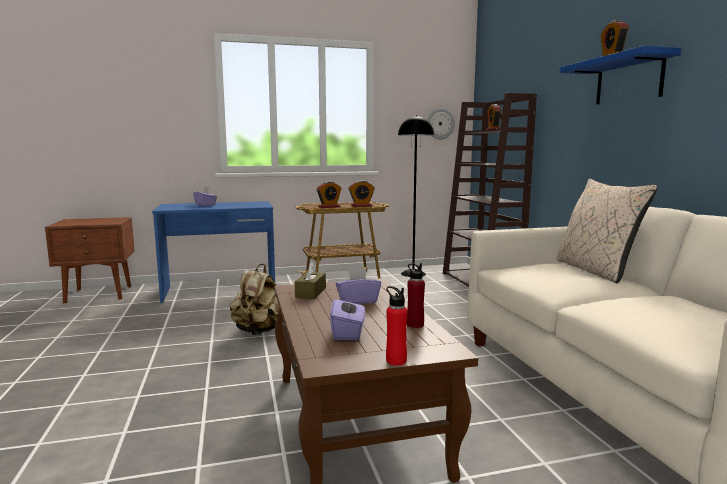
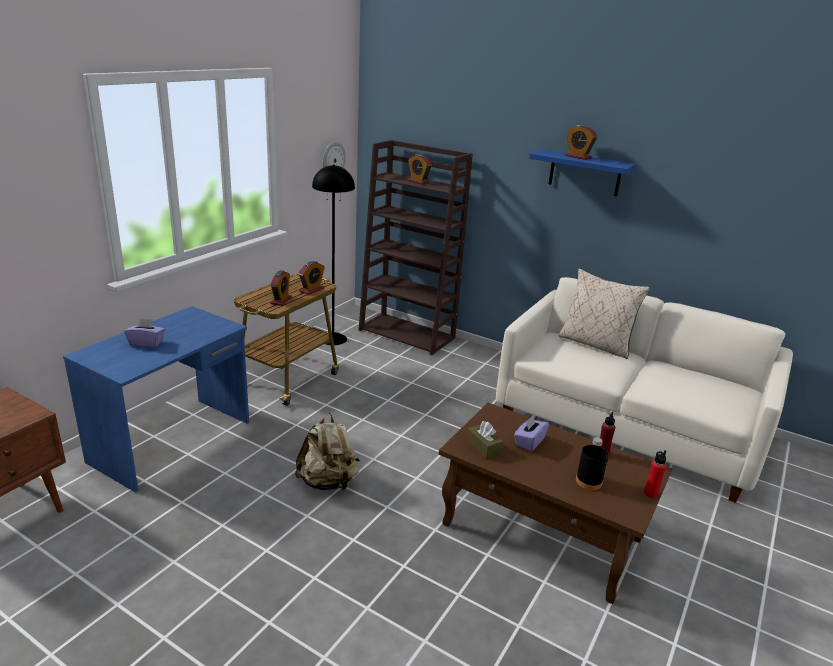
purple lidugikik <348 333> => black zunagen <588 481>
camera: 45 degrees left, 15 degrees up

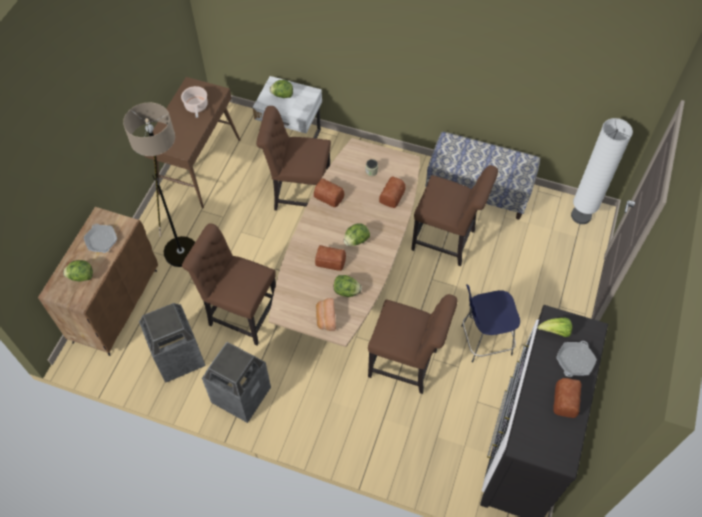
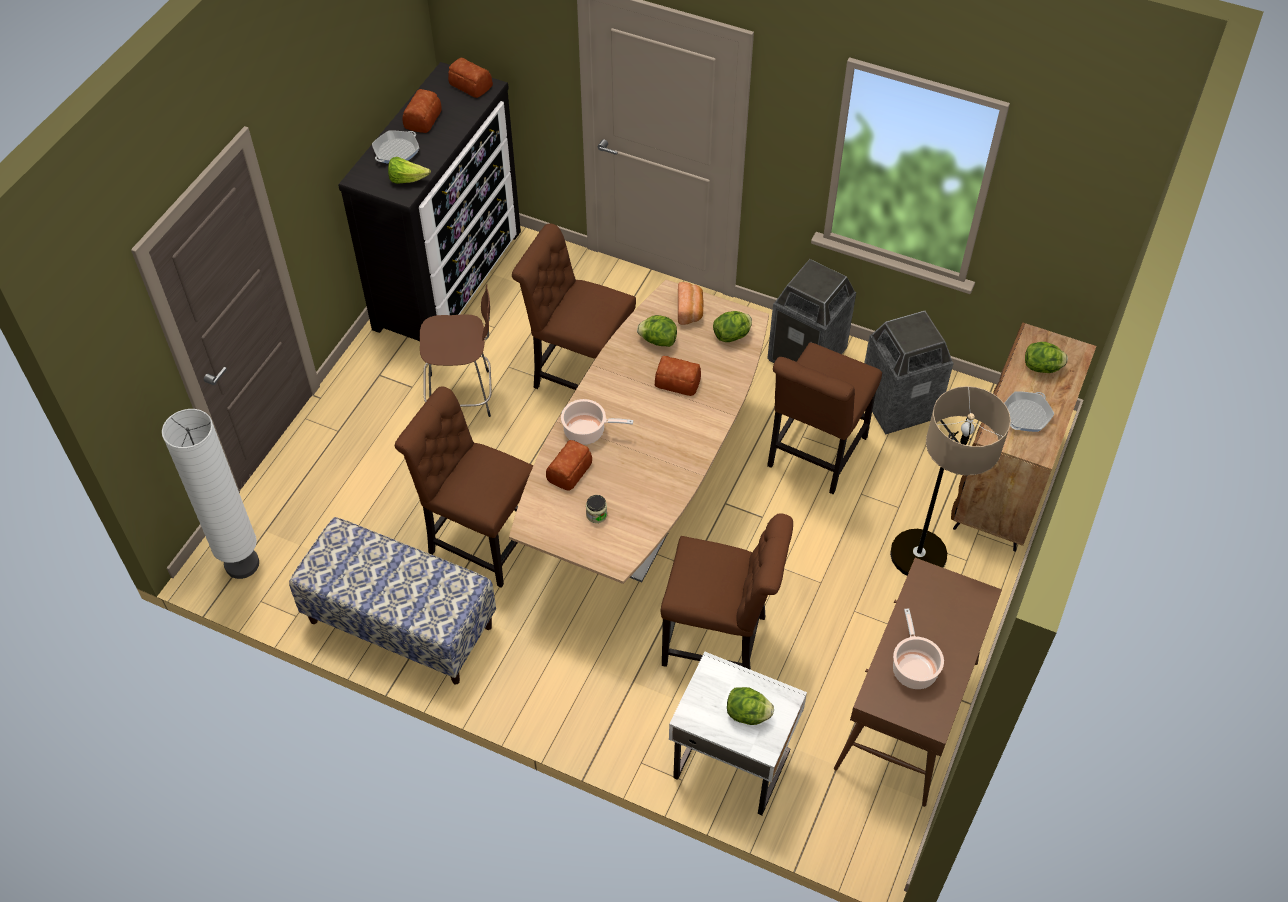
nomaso <101 240> => nomaso <1026 415>, 60 degrees clockwise
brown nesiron <240 313> => brown nesiron <814 455>, 90 degrees clockwise
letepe <328 195> => letepe <471 85>, moved
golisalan <356 240> => golisalan <732 335>, moved
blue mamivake <484 340> => brown mamivake <463 395>
nothing => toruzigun <587 431>
camera: 175 degrees left, 5 degrees down

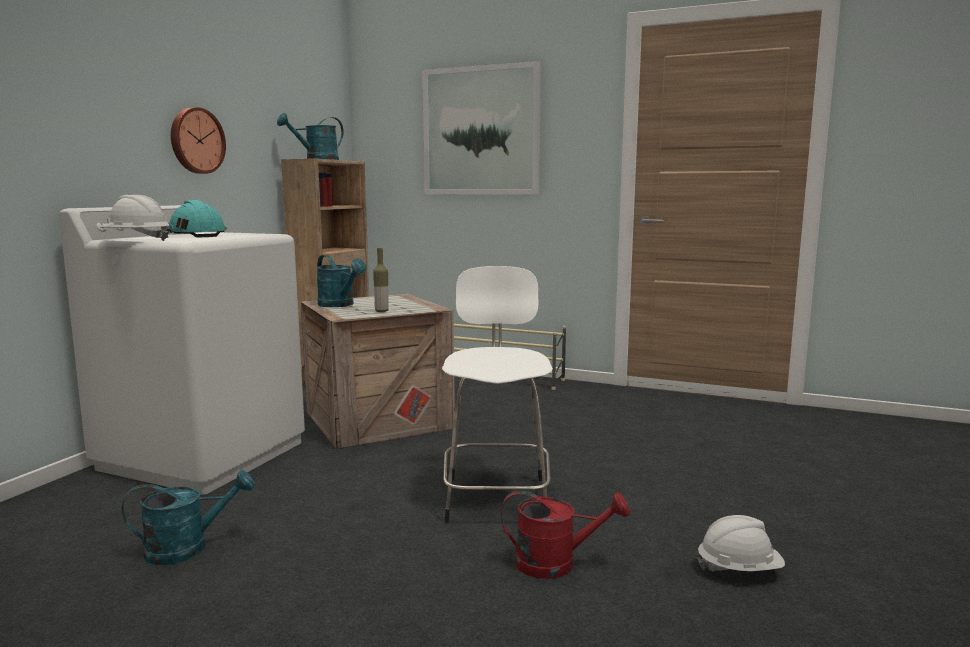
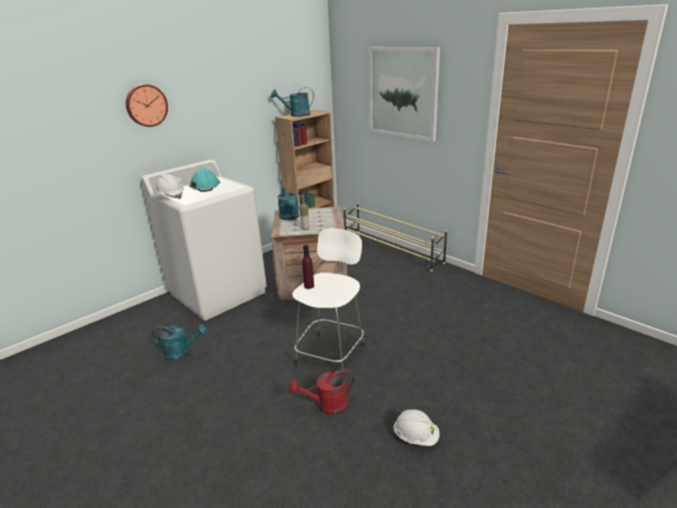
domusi <196 141> => domusi <146 105>, moved
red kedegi <556 563> => red kedegi <327 406>, 135 degrees clockwise
nothing => purple zunagen <309 286>
camera: 25 degrees right, 15 degrees up

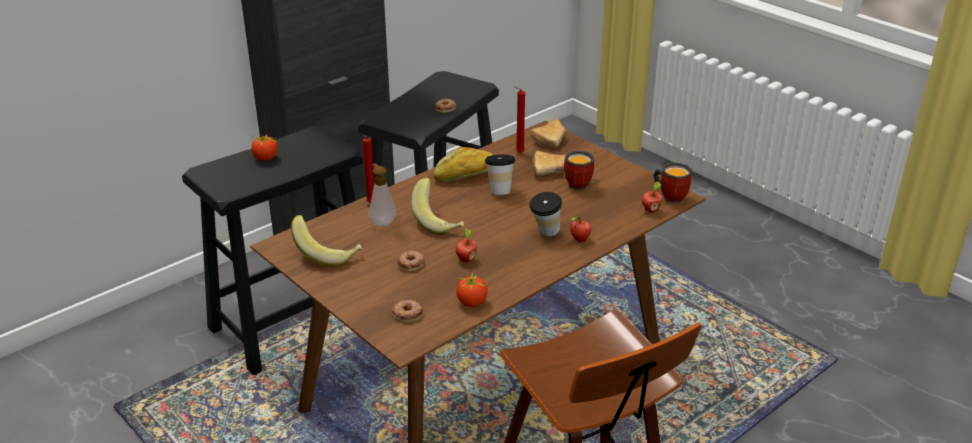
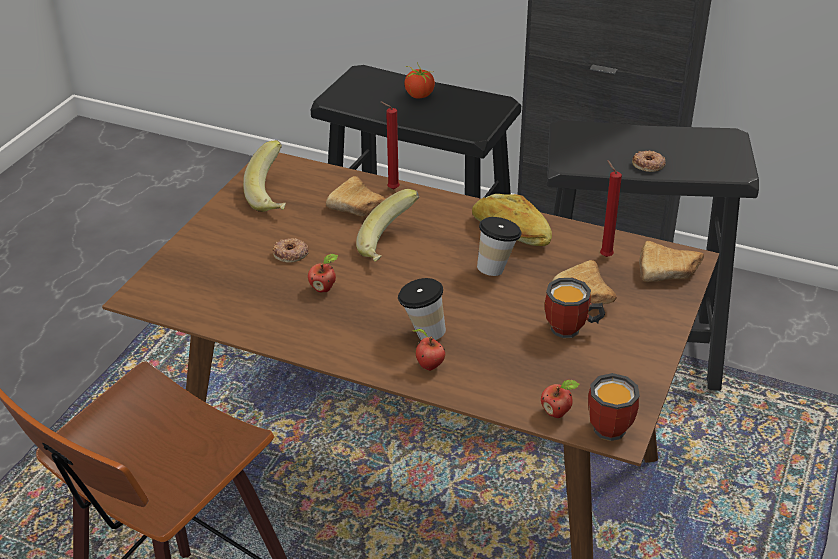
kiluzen <382 222> => letepe <359 209>
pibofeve <407 313> => nothing
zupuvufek <472 303> => nothing
camera: 65 degrees right, 5 degrees up

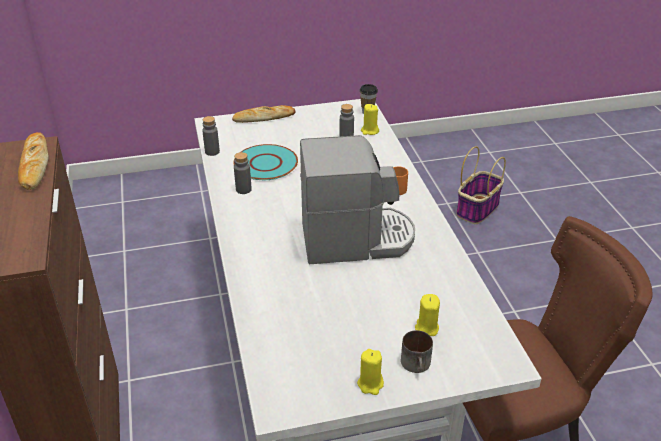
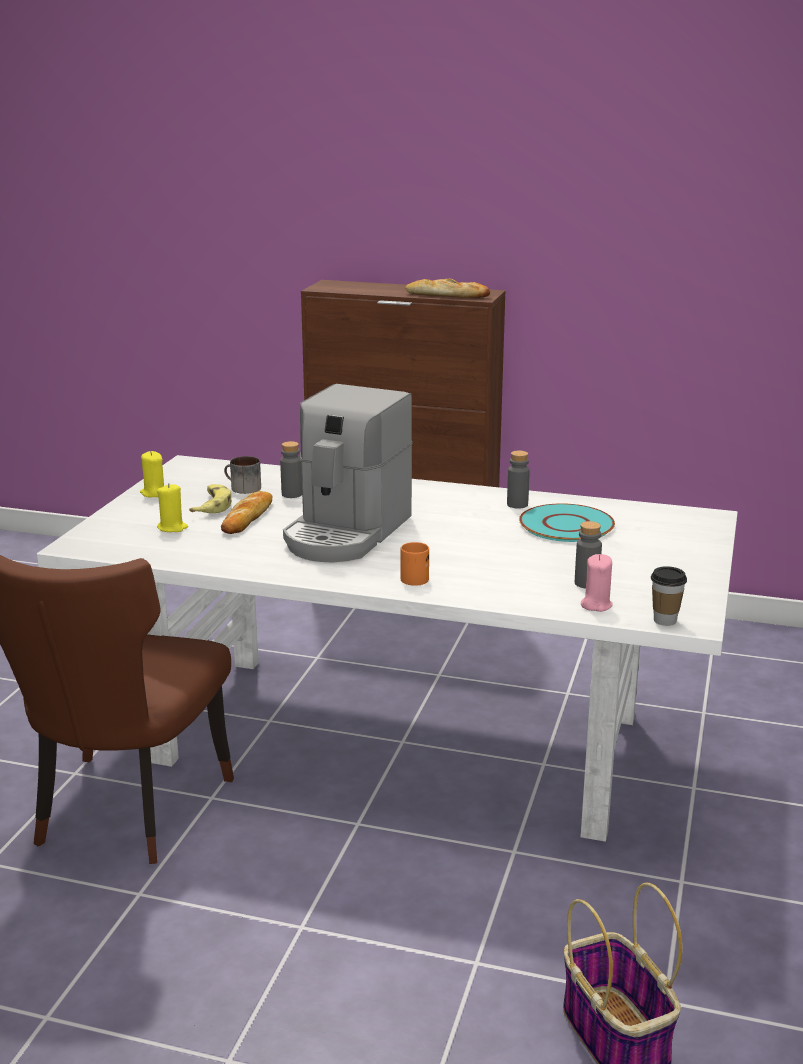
grey zunagen <212 152> => grey zunagen <292 494>, moved
letepe <264 117> => letepe <248 517>, moved
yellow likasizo <369 131> => pink likasizo <596 605>
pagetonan <417 365> => pagetonan <242 488>, moved
nothing => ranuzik <211 506>
camera: 120 degrees right, 15 degrees down

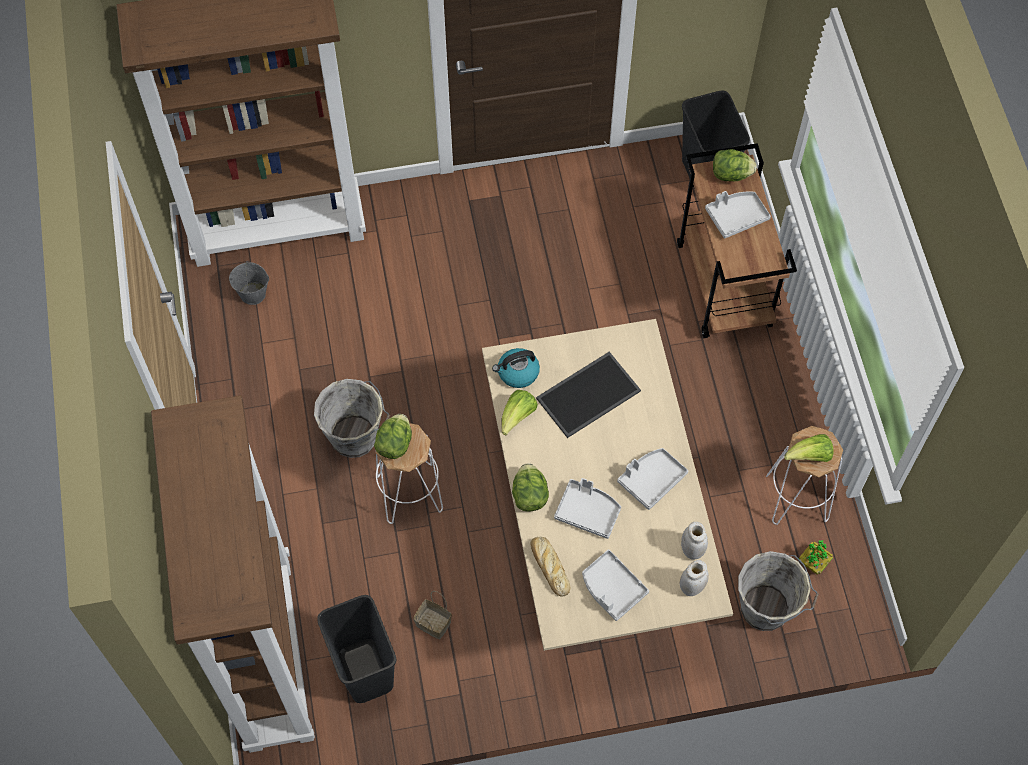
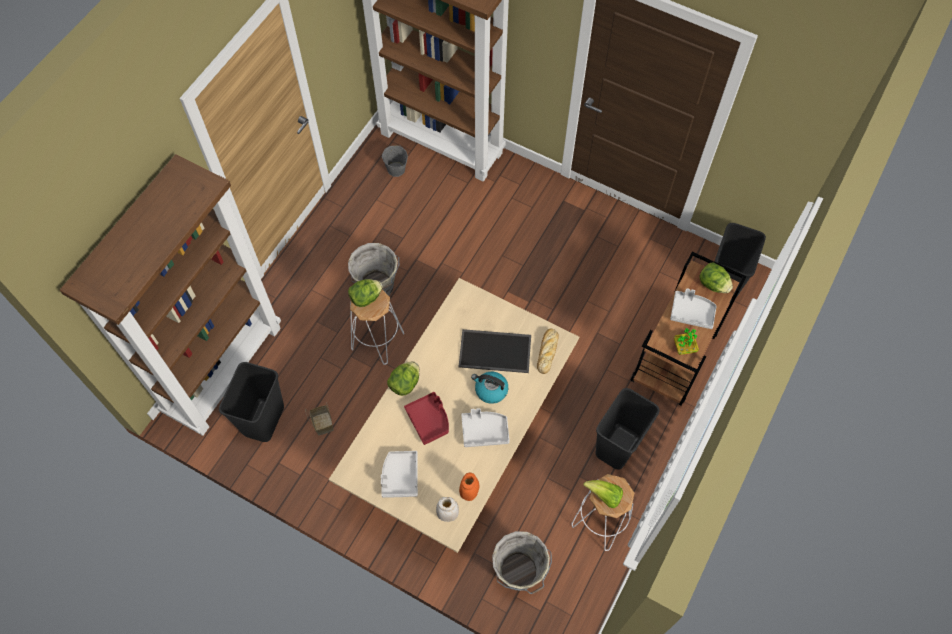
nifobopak <517 373> => nifobopak <490 390>, moved
golisalan <517 417> => nothing
letepe <549 566> => letepe <547 351>, moved
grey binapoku <588 512> => red binapoku <429 420>
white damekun <692 550> => orange damekun <469 492>
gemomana <814 562> => gemomana <684 347>, moved
nothing => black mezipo <618 447>
camera: 40 degrees right, 0 degrees up

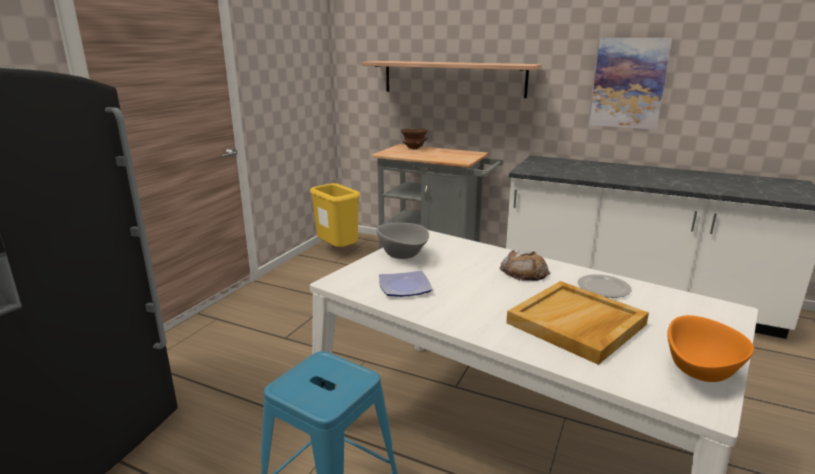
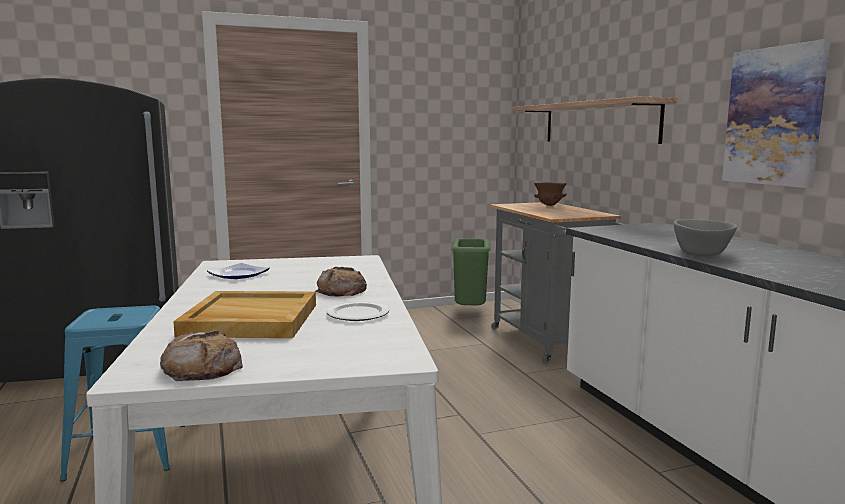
yellow mezipo <338 251> => green mezipo <470 313>
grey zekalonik <404 256> => grey zekalonik <701 255>, moved
orange zekalonik <698 374> => letepe <202 367>
camera: 45 degrees right, 10 degrees down

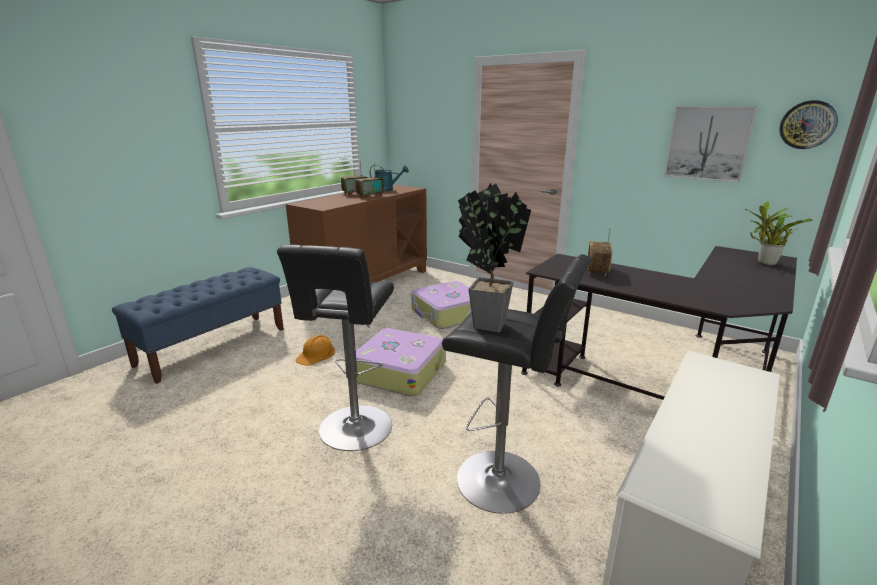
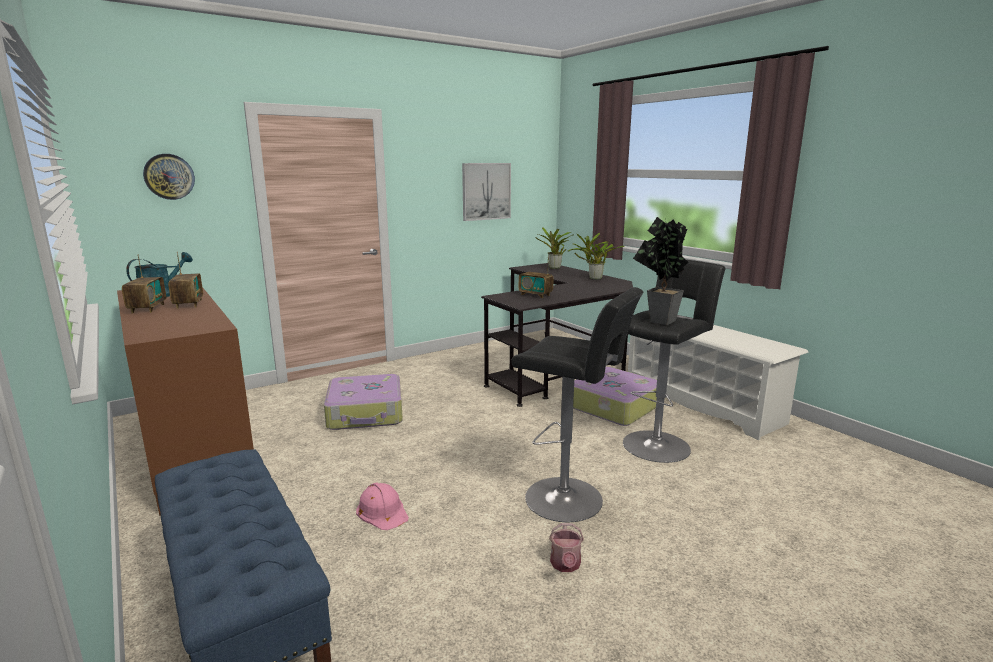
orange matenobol <316 354> => pink matenobol <382 511>
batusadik <399 371> => batusadik <612 406>, moved
domusi <807 125> => domusi <169 176>, moved
nothing => kedegi <565 565>
nothing => gemomana <593 278>
camera: 70 degrees left, 5 degrees down

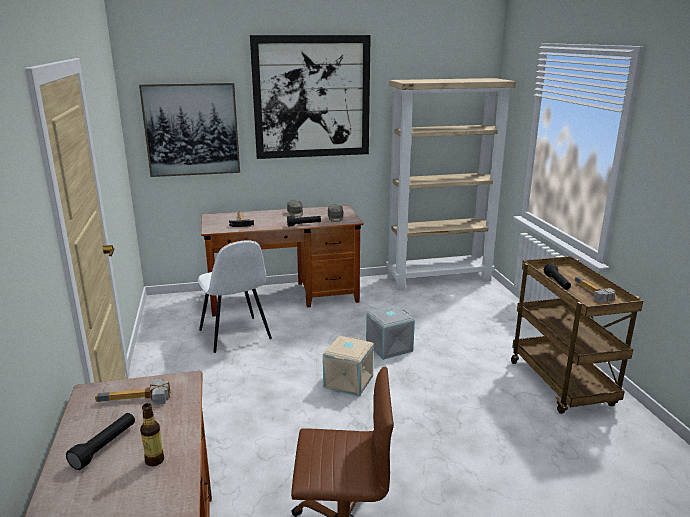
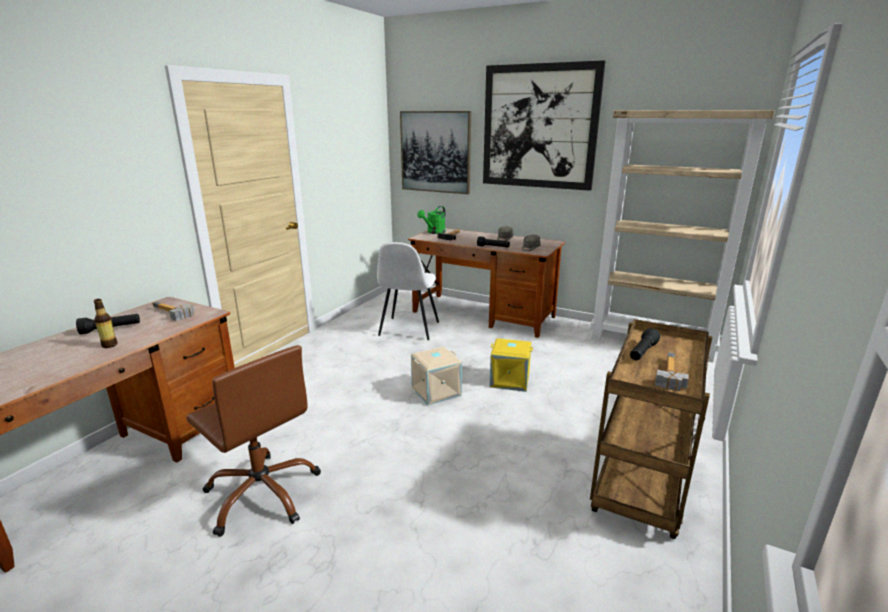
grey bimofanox <389 348> => yellow bimofanox <509 380>
nothing => green kedegi <434 232>
camera: 40 degrees right, 0 degrees up

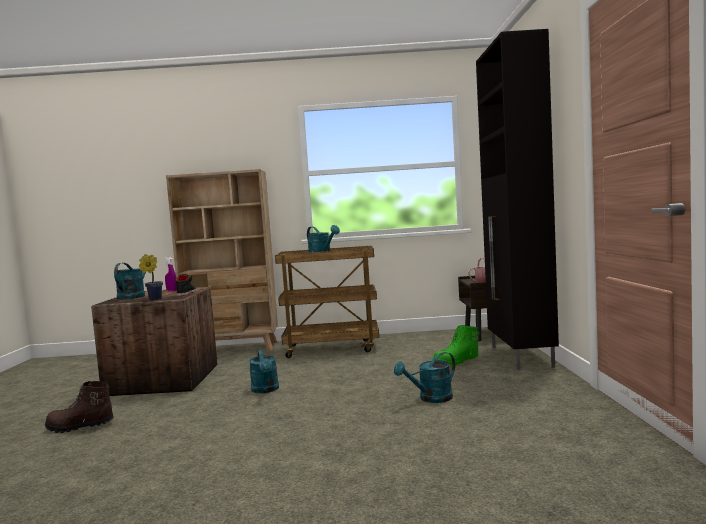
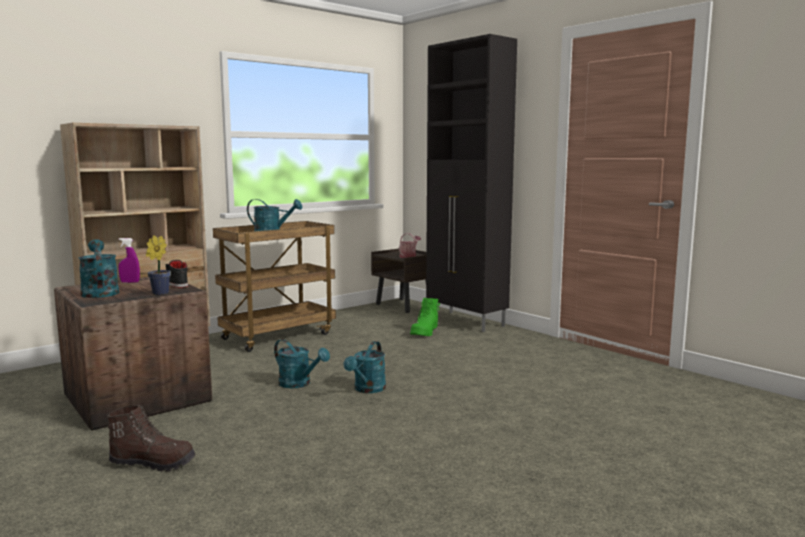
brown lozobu <79 427> => brown lozobu <153 463>, 135 degrees counterclockwise
turquoise kedegi <431 399> => turquoise kedegi <367 389>, moved
camera: 40 degrees left, 5 degrees up

